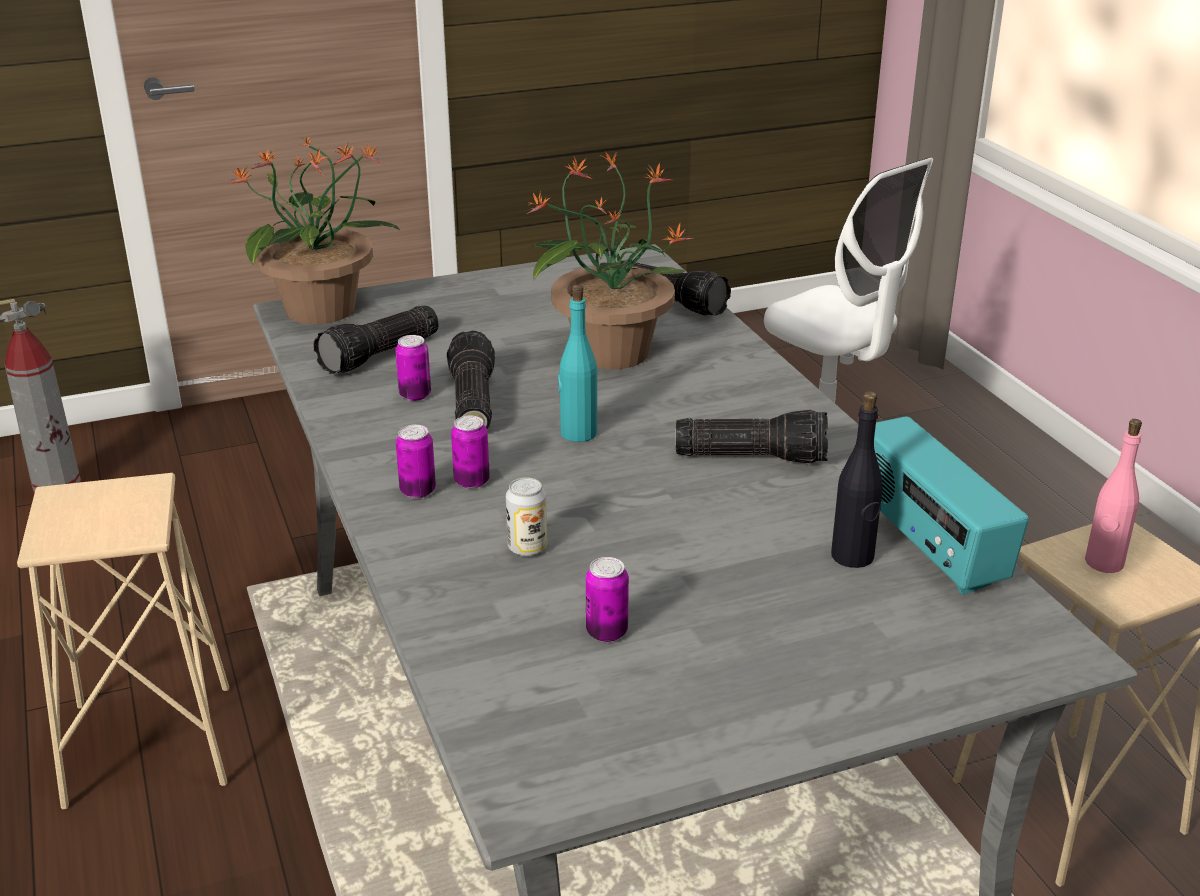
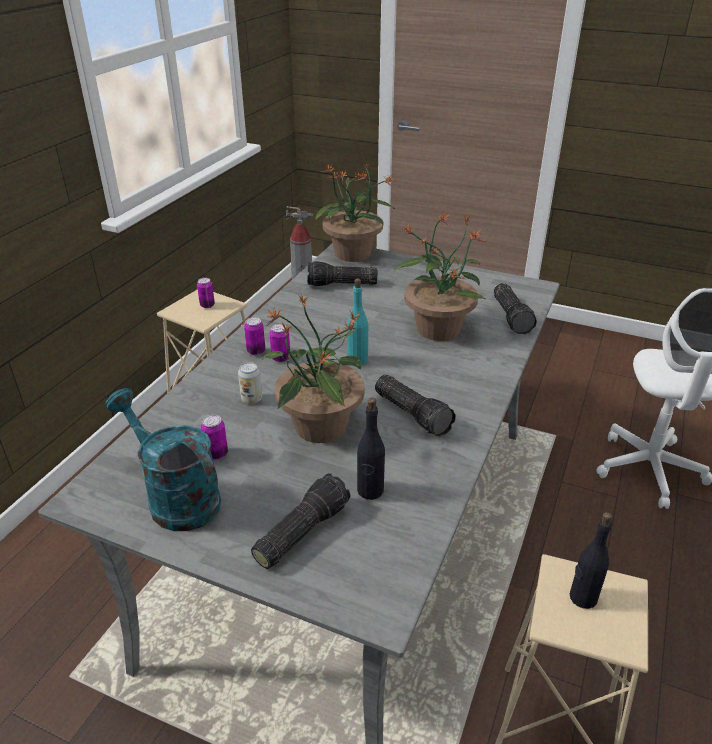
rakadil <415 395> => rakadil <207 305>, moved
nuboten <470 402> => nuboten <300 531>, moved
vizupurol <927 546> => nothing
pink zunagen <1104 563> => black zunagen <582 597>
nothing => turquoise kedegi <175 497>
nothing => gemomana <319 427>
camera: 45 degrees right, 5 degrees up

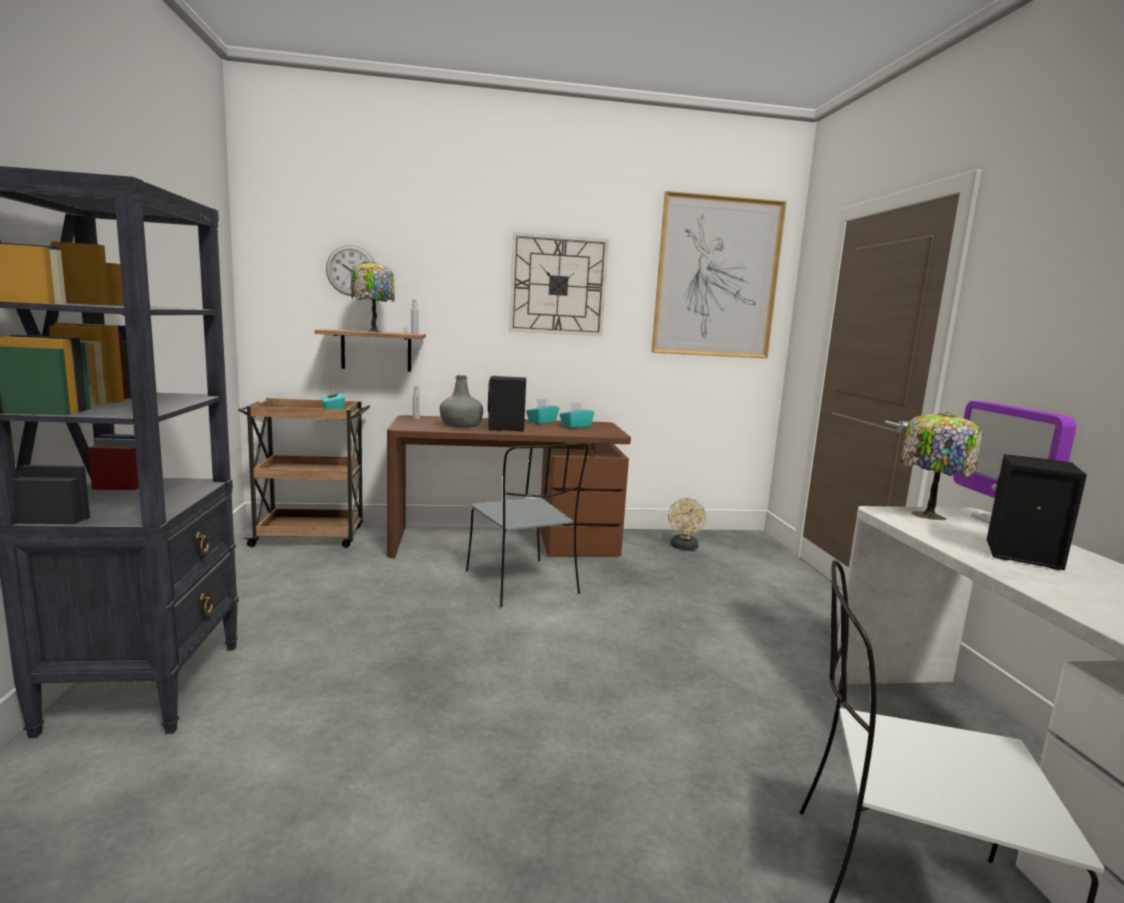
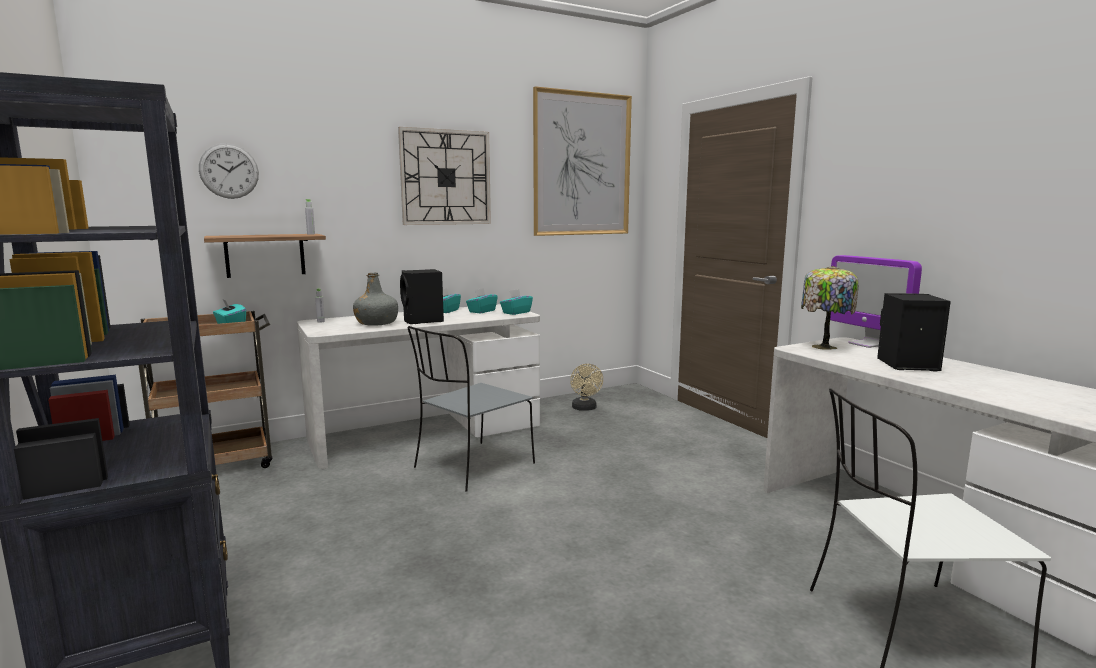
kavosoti <373 331> => nothing
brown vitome <505 542> => white vitome <426 432>
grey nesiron <523 584> => grey nesiron <472 467>, 90 degrees clockwise
nothing => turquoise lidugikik <516 312>
camera: 20 degrees left, 0 degrees up

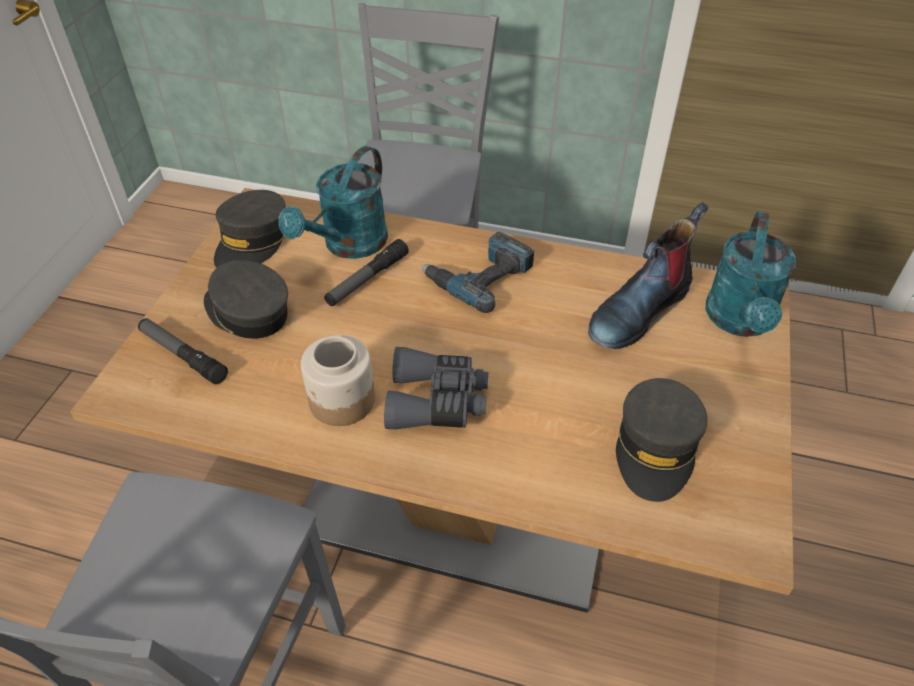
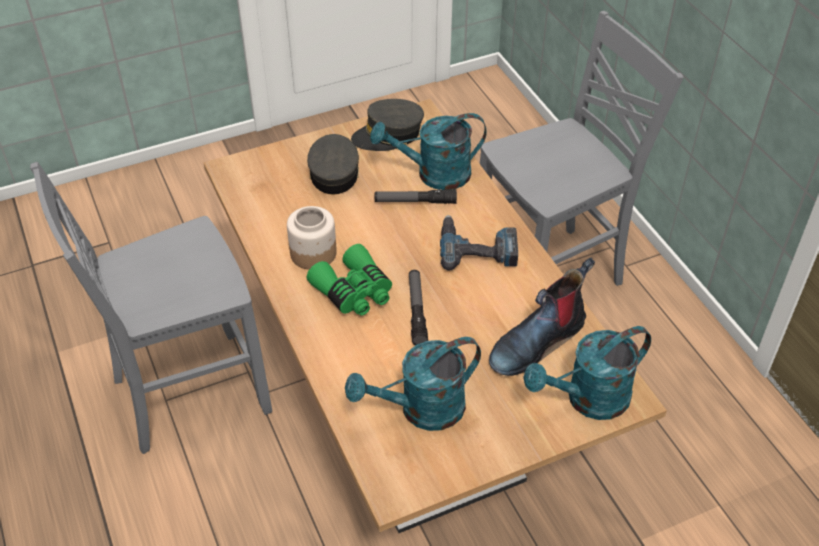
nuboten <183 355> => nuboten <417 311>, moved
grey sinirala <437 401> => green sinirala <354 292>
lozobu <639 310> => lozobu <537 341>, 45 degrees counterclockwise
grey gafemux <656 448> => turquoise kedegi <421 410>
camera: 50 degrees right, 0 degrees up

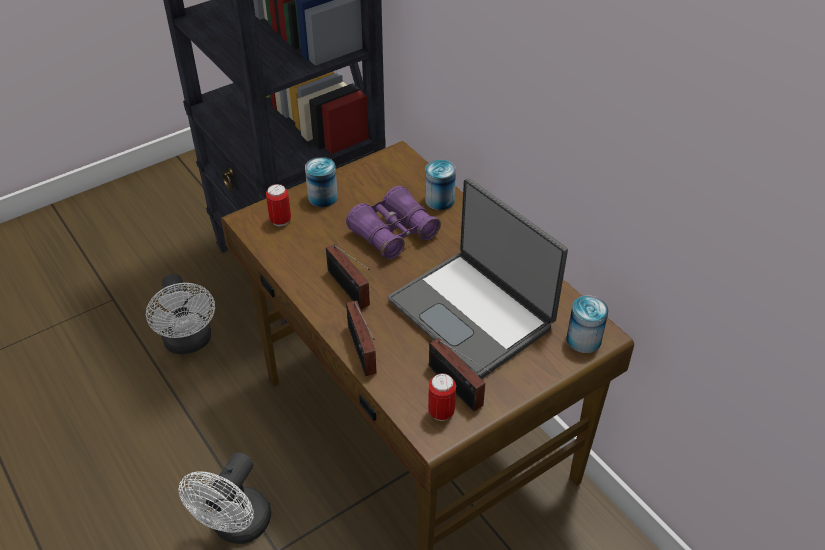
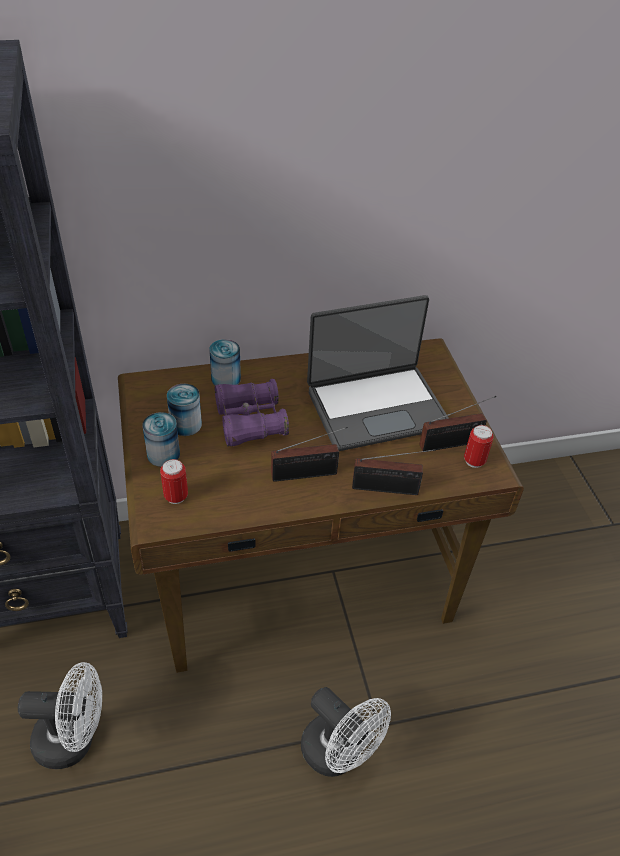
rakadil <583 339> => rakadil <186 425>, moved
camera: 70 degrees left, 0 degrees up

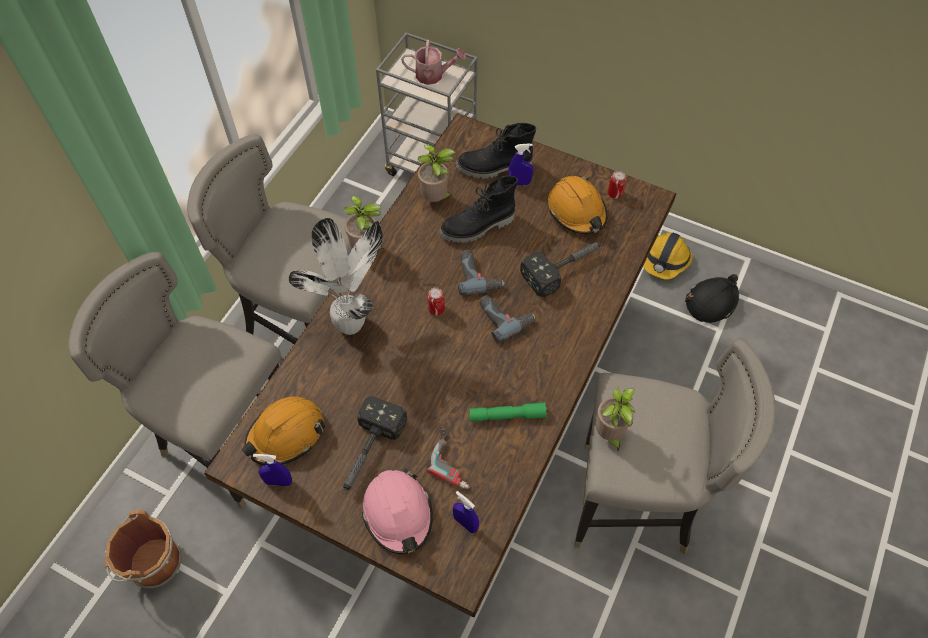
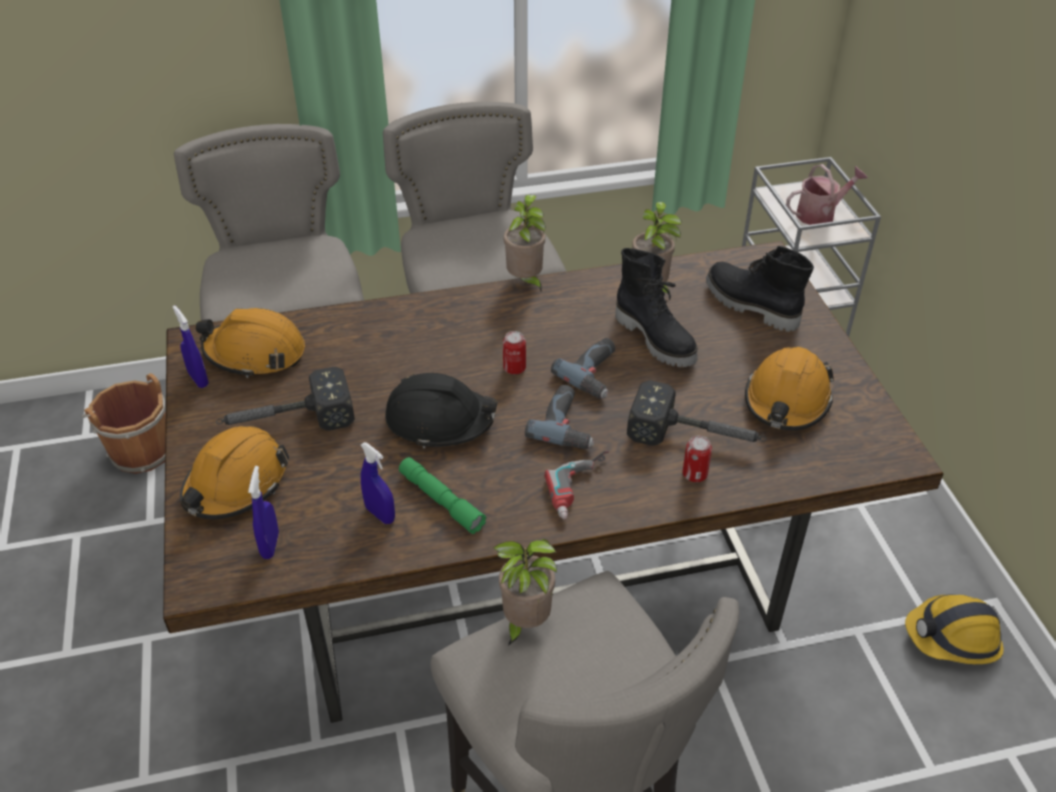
gemomana <353 324> => nothing
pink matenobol <398 514> => orange matenobol <236 484>
kedegi <433 75> => kedegi <820 214>, 75 degrees counterclockwise
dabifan <454 459> => dabifan <584 489>, moved
black lozobu <478 228> => black lozobu <656 339>, 150 degrees counterclockwise
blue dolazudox <519 183> => blue dolazudox <380 514>, moved
rakadil <614 193> => rakadil <694 474>, moved
black matenobol <711 302> => black matenobol <440 421>, moved
camera: 50 degrees right, 15 degrees down

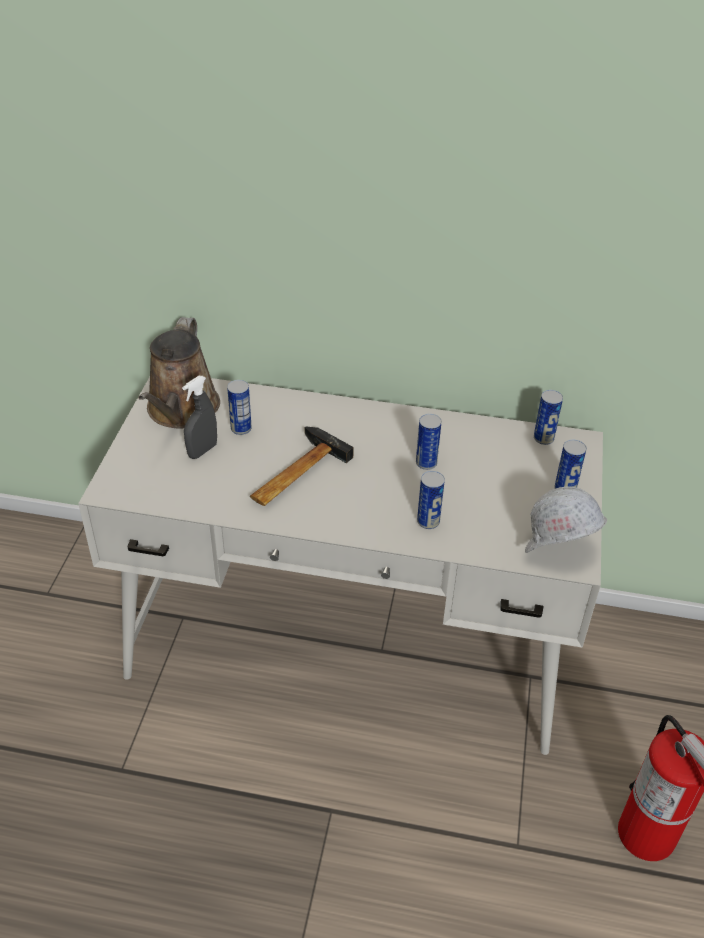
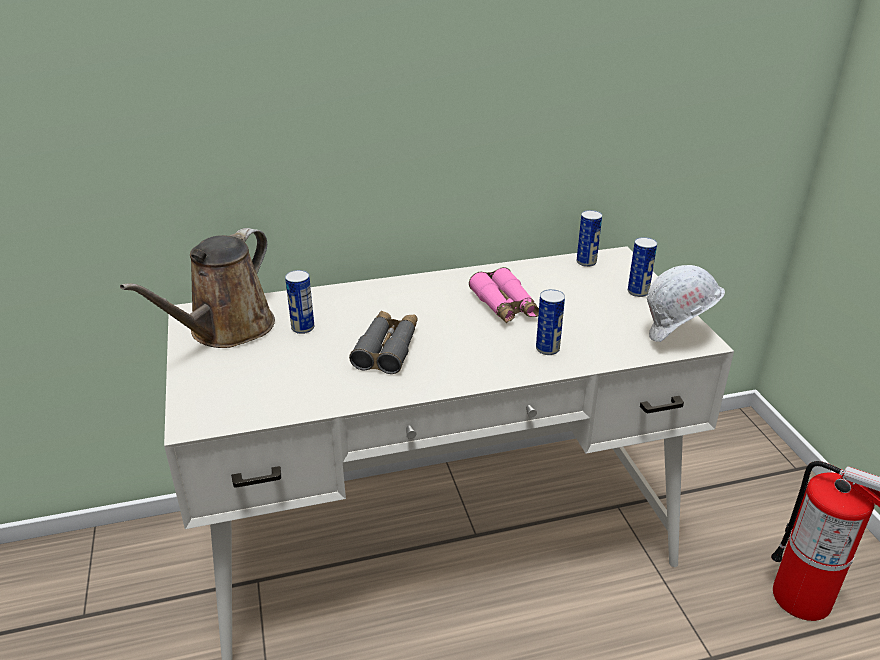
brown kedegi <181 411> => brown kedegi <226 330>, 45 degrees clockwise
grey dolazudox <202 451> => nothing
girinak <294 473> => grey sinirala <387 349>
rakadil <426 463> => pink sinirala <504 306>
camera: 25 degrees left, 10 degrees down

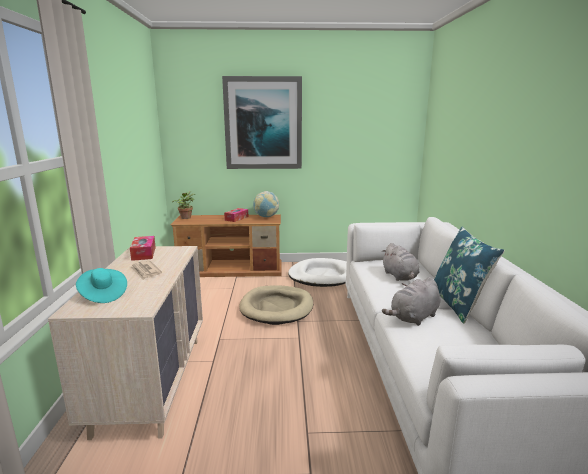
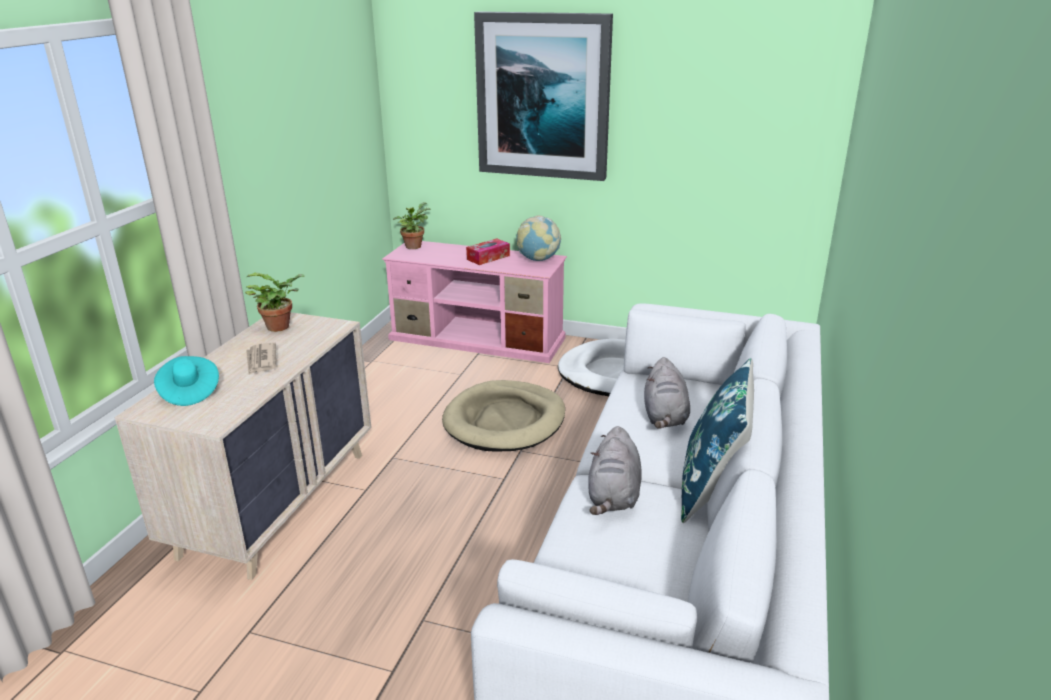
lidugikik <143 253> => gemomana <281 326>
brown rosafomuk <231 269> => pink rosafomuk <478 338>
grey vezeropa <413 318> => grey vezeropa <613 496>, 60 degrees counterclockwise
camera: 20 degrees right, 10 degrees up

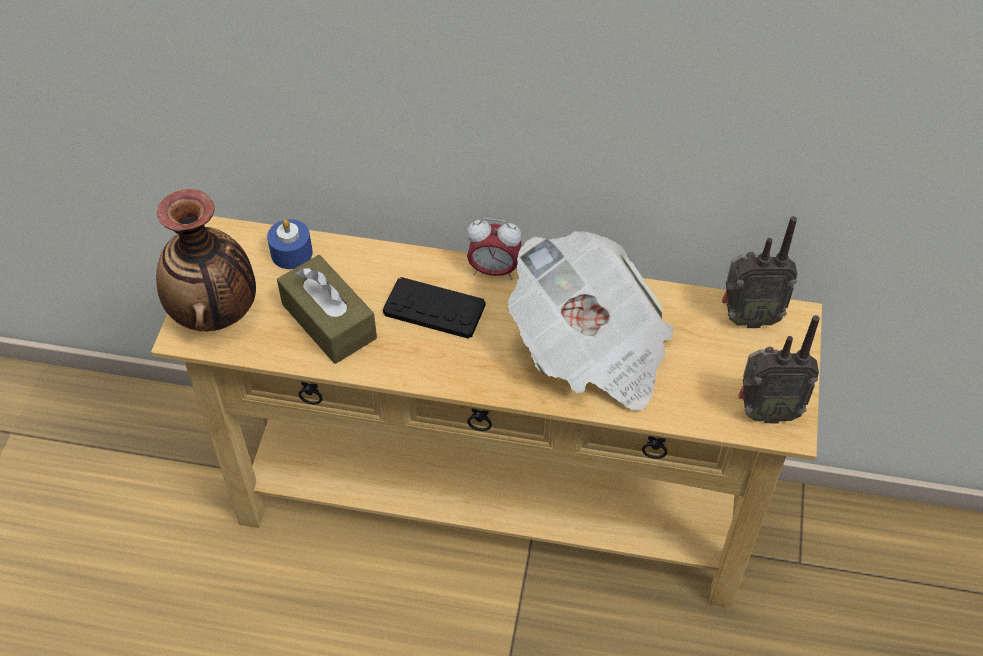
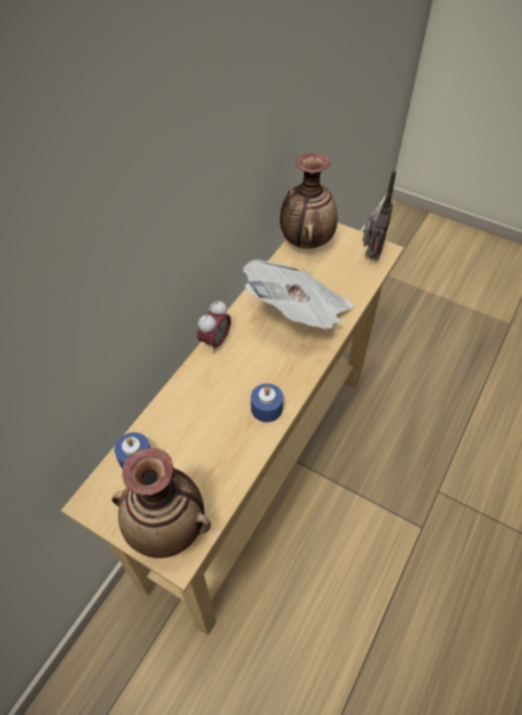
brown lidugikik <329 321> => nothing
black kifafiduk <434 309> => nothing
vizupurol <748 317> => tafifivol <306 241>
nothing => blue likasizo <266 408>
camera: 70 degrees left, 0 degrees up

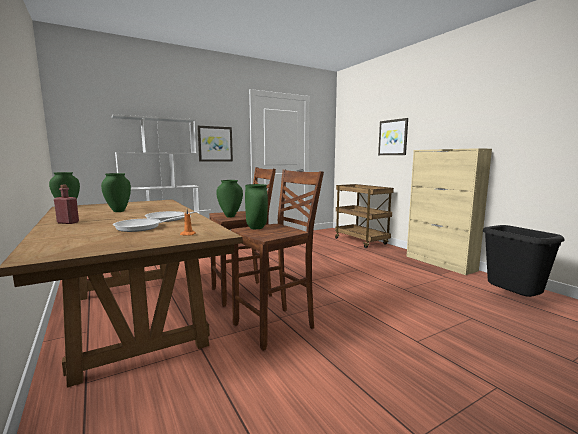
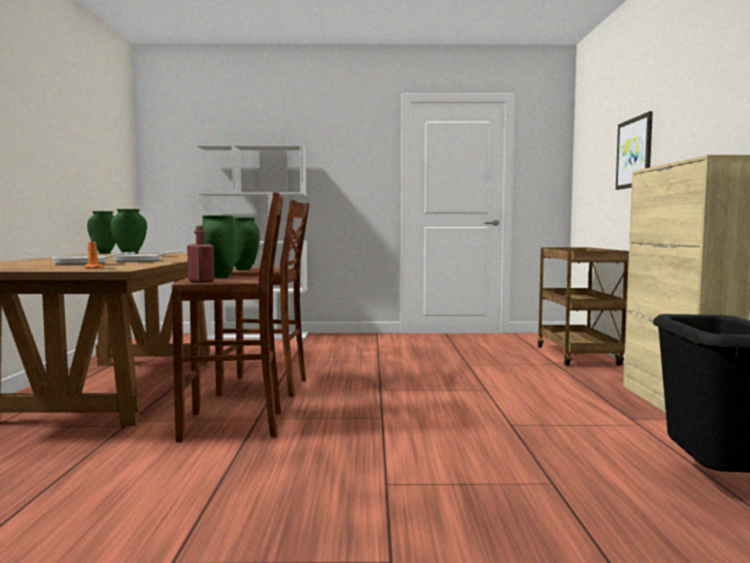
red zunagen <68 222> => red zunagen <201 281>, moved
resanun <215 144> => nothing
camera: 30 degrees right, 5 degrees down

